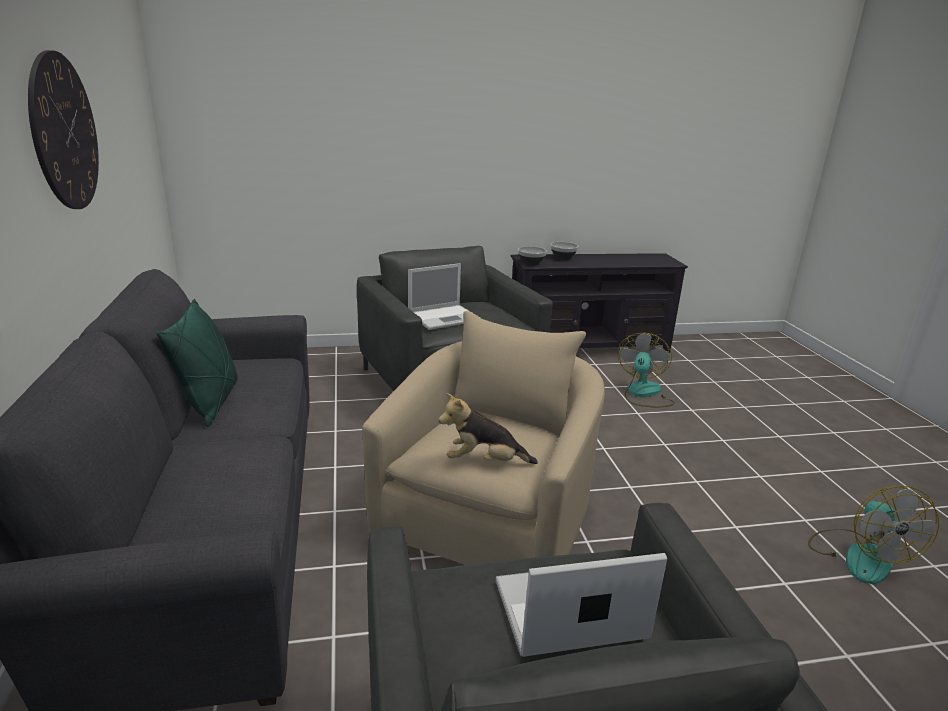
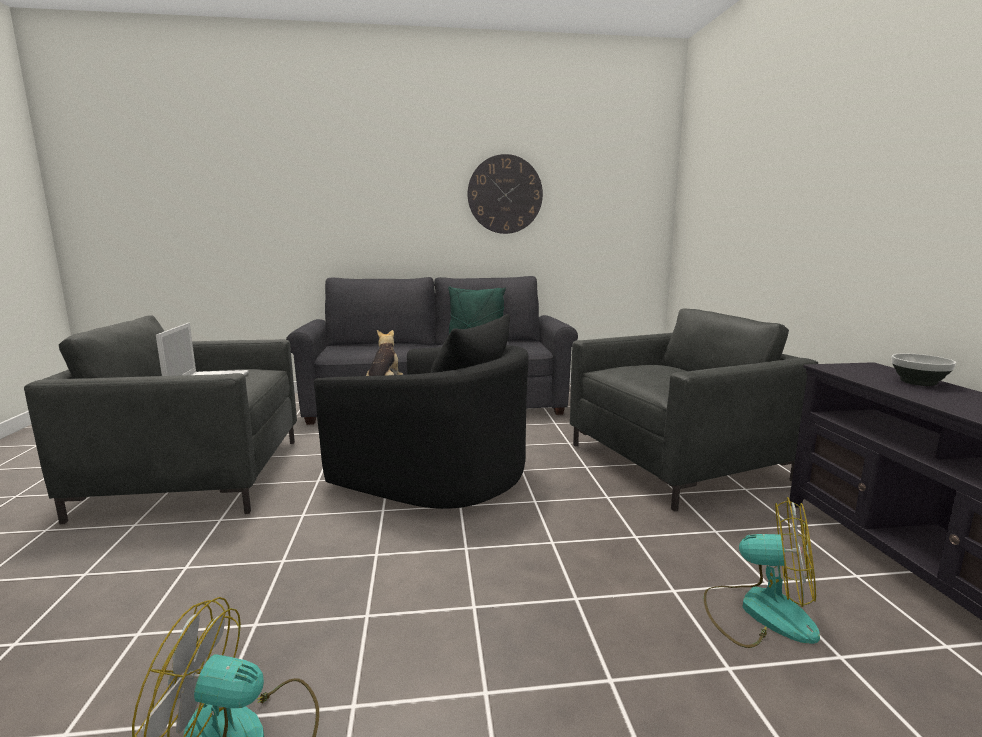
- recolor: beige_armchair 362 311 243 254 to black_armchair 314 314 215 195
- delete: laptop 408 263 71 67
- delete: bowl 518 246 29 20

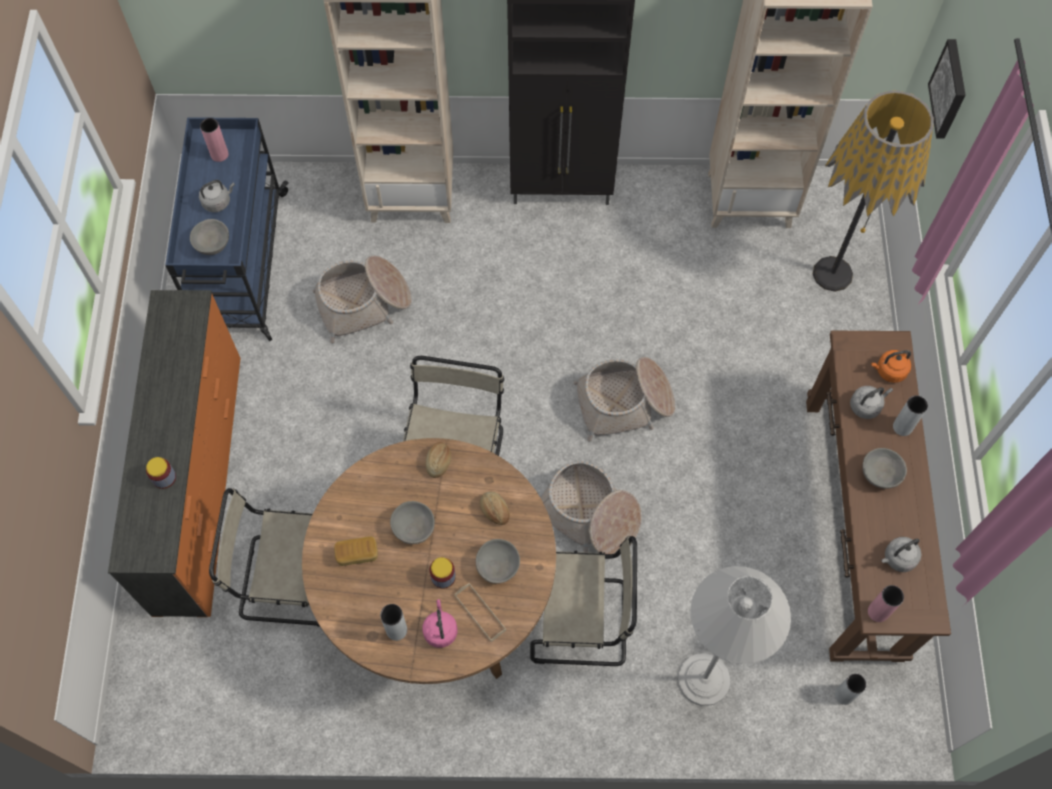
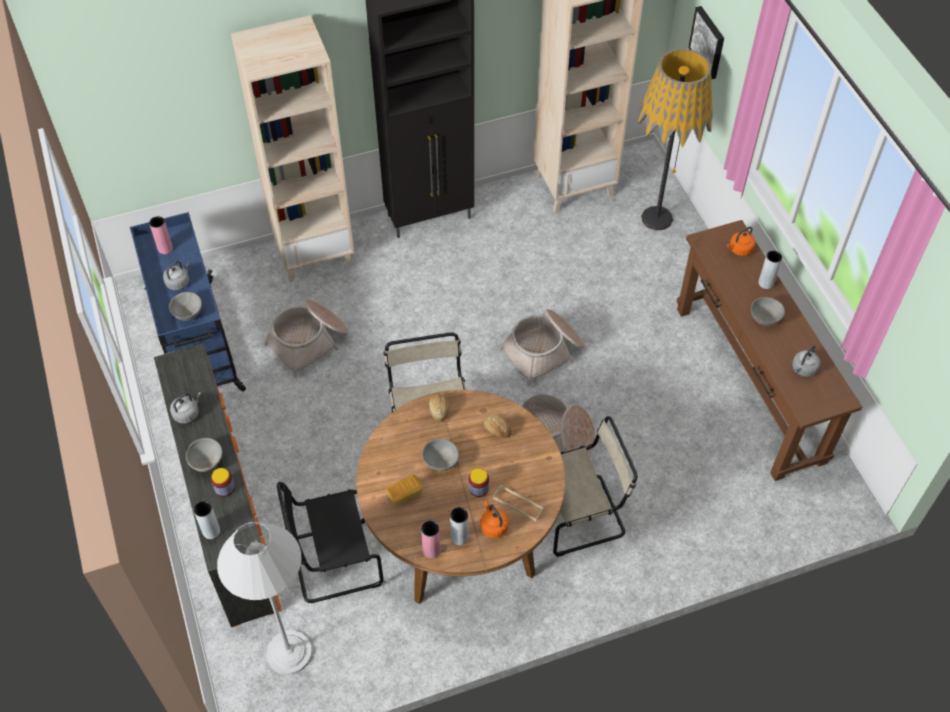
- move: grey_kettle 850 386 43 33 to 170 392 31 32
- move: grey_bowl 476 539 44 45 to 186 438 36 34
- move: grey_vase 835 674 32 31 to 194 501 26 38
- move: white_floor_lamp 678 566 113 140 to 217 522 95 153
- recolor: beige_chair 209 488 110 138 to black_chair 277 482 107 121
- move: pink_vase 868 585 36 37 to 421 520 20 39
- recolor: pink_kettle 422 599 36 49 to orange_kettle 480 500 29 38

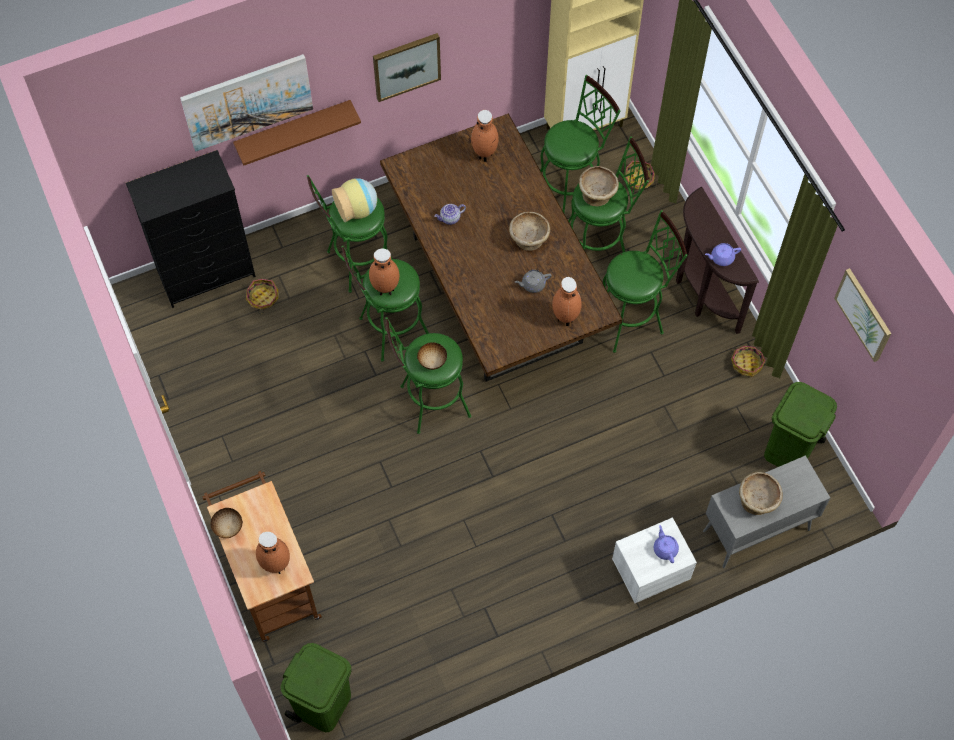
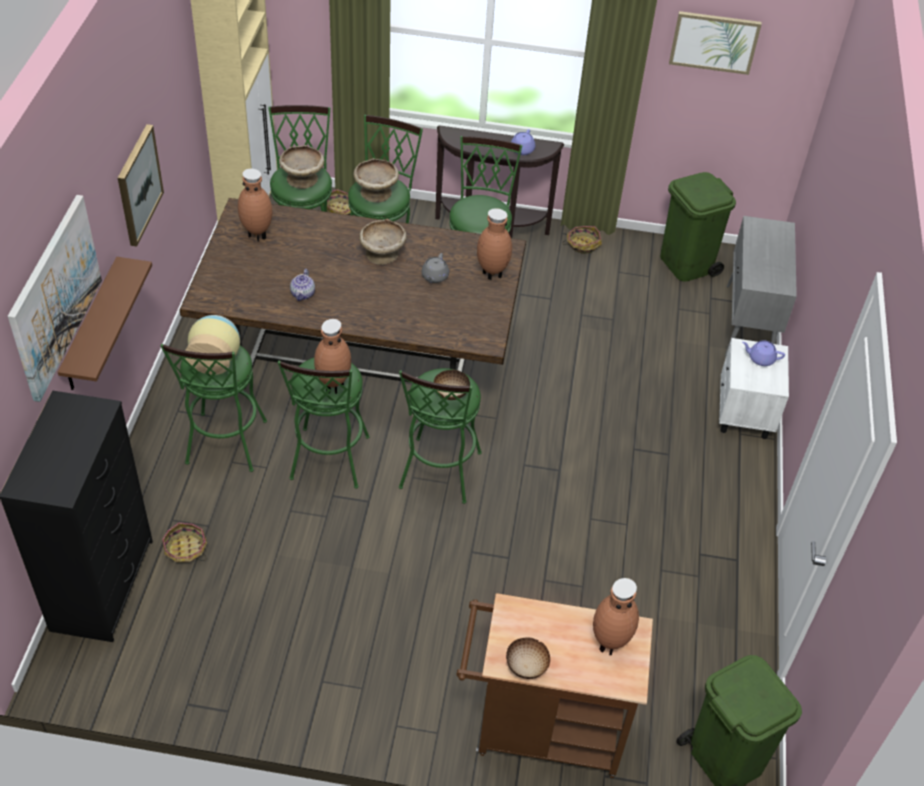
- move: beige_bowl 739 472 44 43 to 279 145 46 44

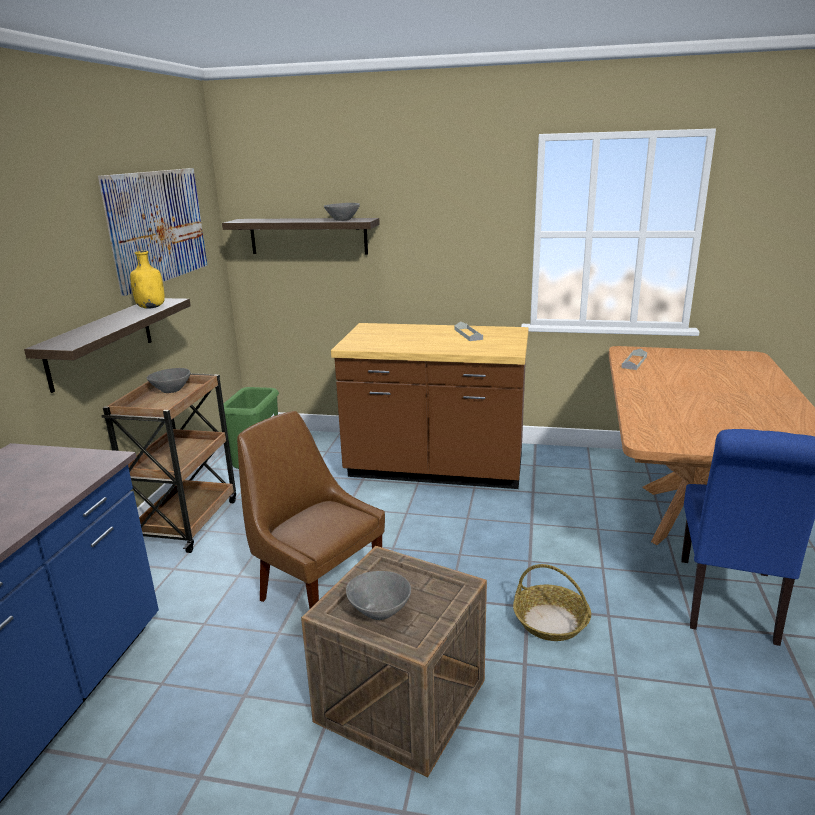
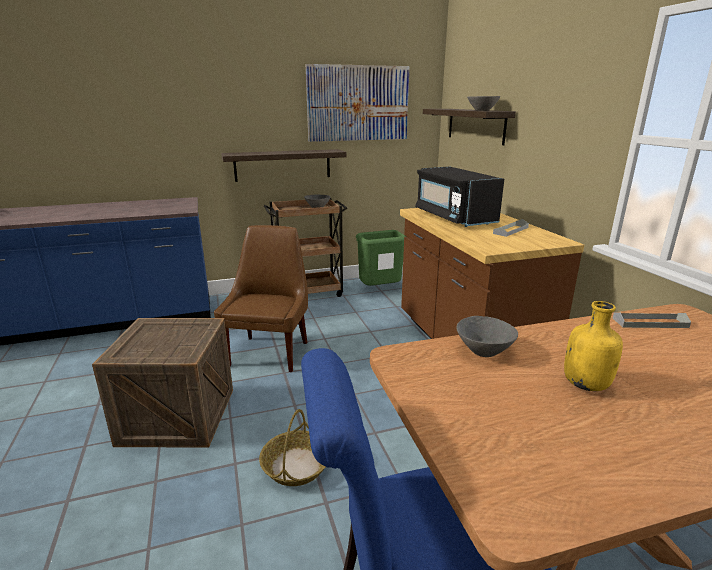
- insert: black_microwave 415 167 89 60
- move: grey_bowl 346 571 65 49 to 456 316 62 41
- move: yellow_bottle 130 251 35 58 to 564 301 59 90

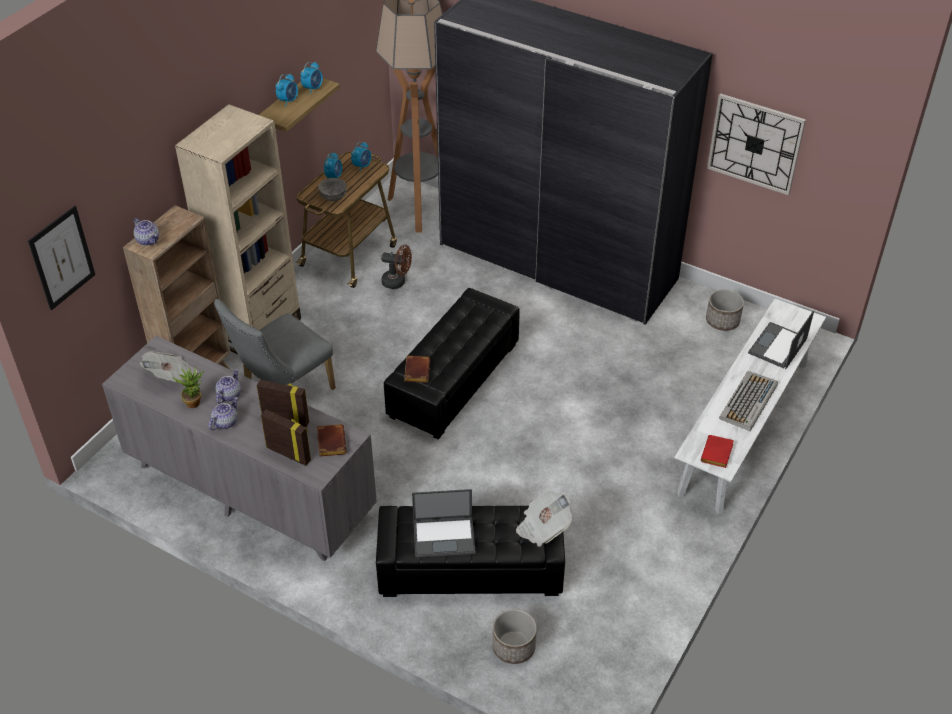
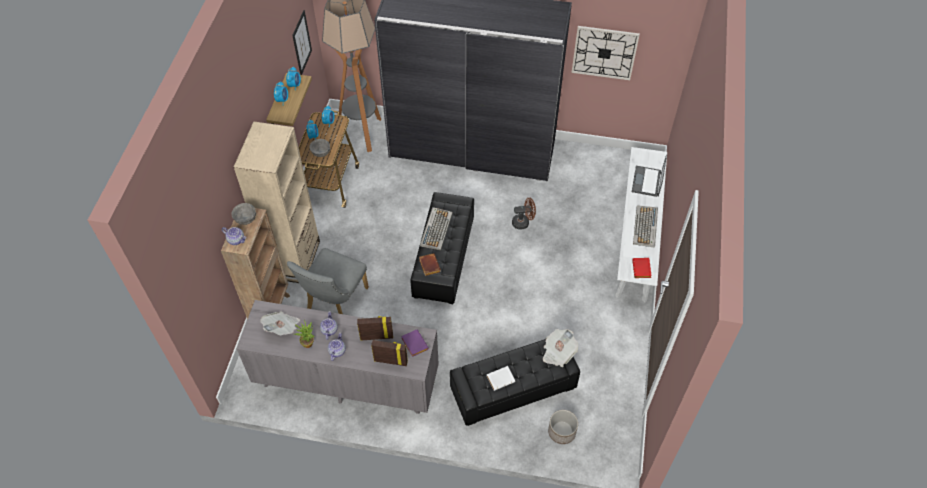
- insert: grey_bowl 231 203 25 22
- move: picture 28 206 67 105 to 292 10 20 65
- recolor: brown_book 317 424 30 33 to purple_book 401 329 28 28
- insert: keyboard 420 207 33 44
- replace: laptop 412 489 63 69 to white_book 487 366 28 25
- move: brown_fan 381 244 31 45 to 512 198 24 32
- delete: planter 706 289 38 42

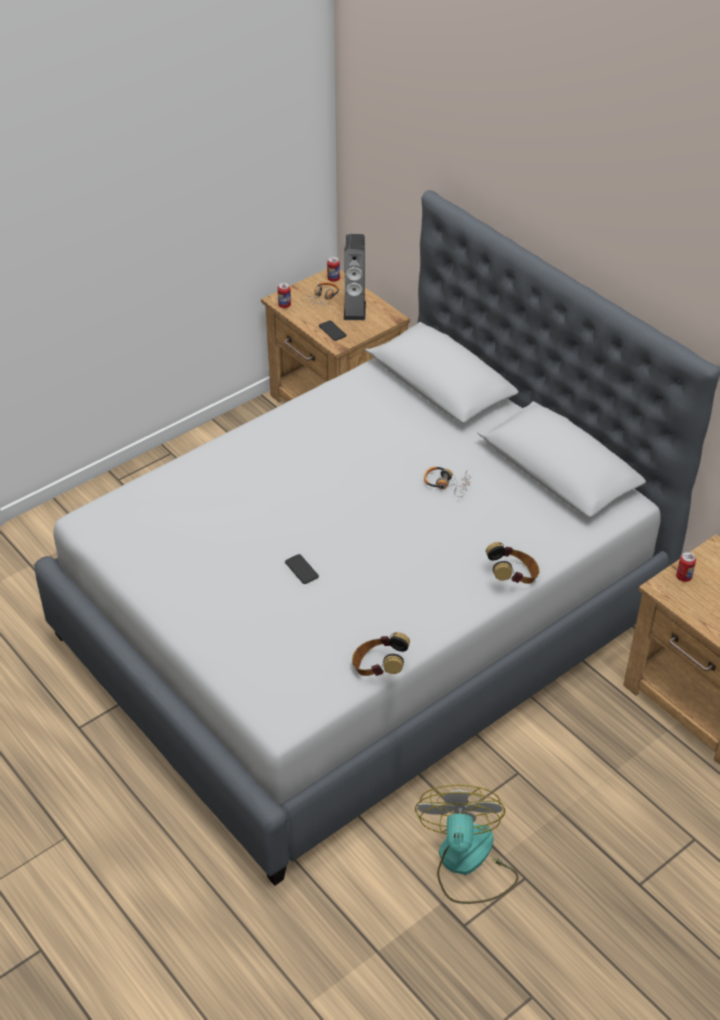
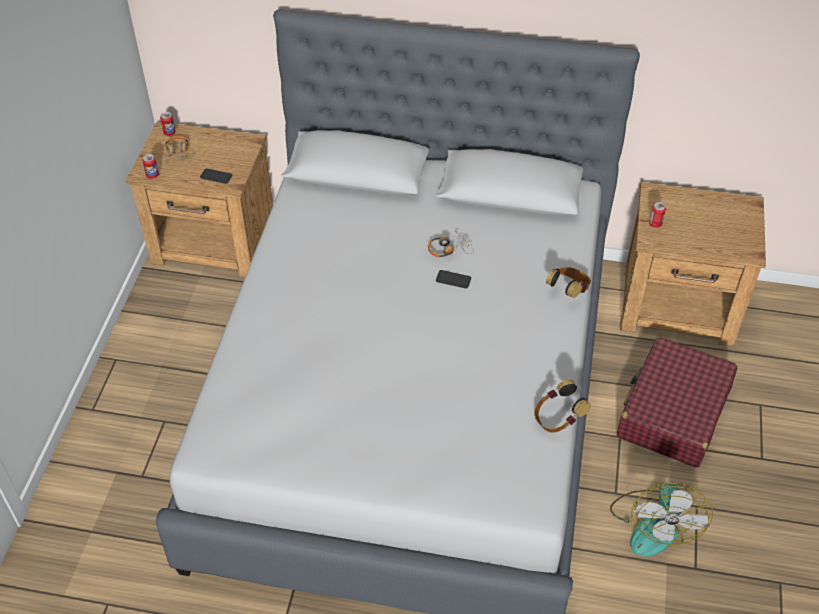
- move: phone 285 554 34 30 to 436 270 35 18
- rotate: fan 415 785 104 119 = 610 483 103 74 135 degrees counterclockwise
- insert: red_suitcase 617 337 121 131
- delete: speaker 344 234 22 86

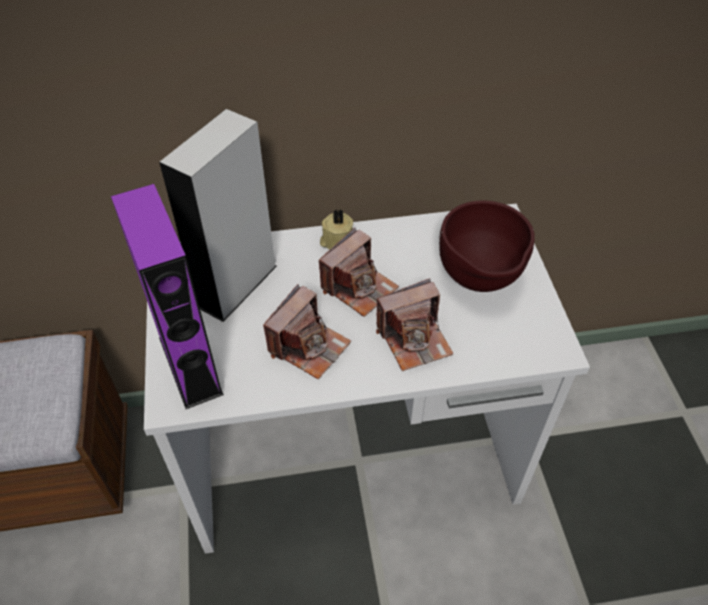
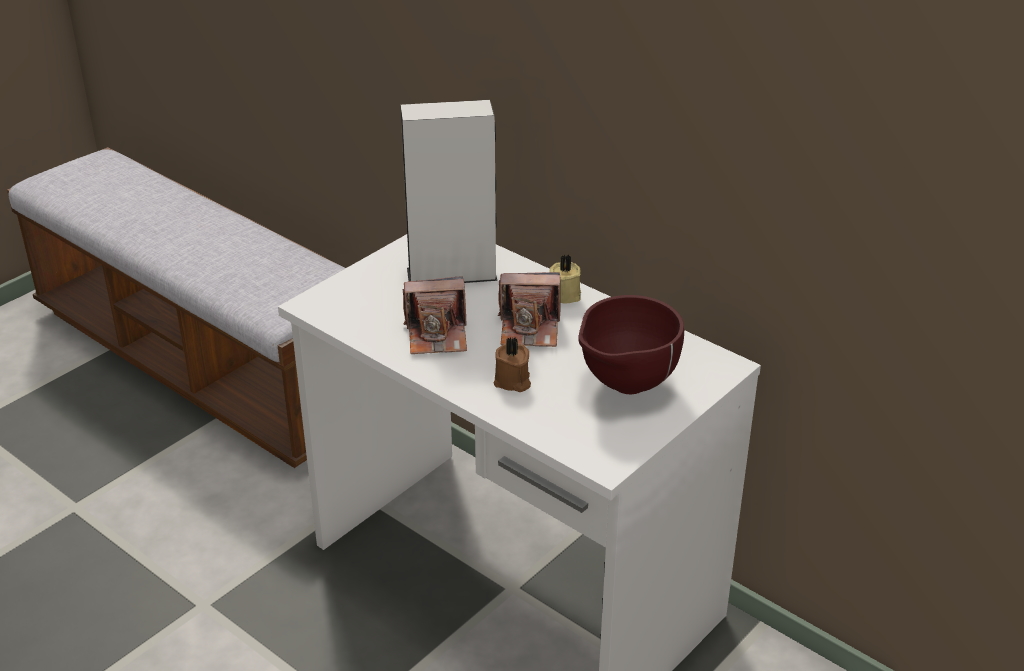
- replace: photo_camera 376 279 78 92 to brown_candle 494 337 37 55
- delete: purple_speaker 111 184 113 225

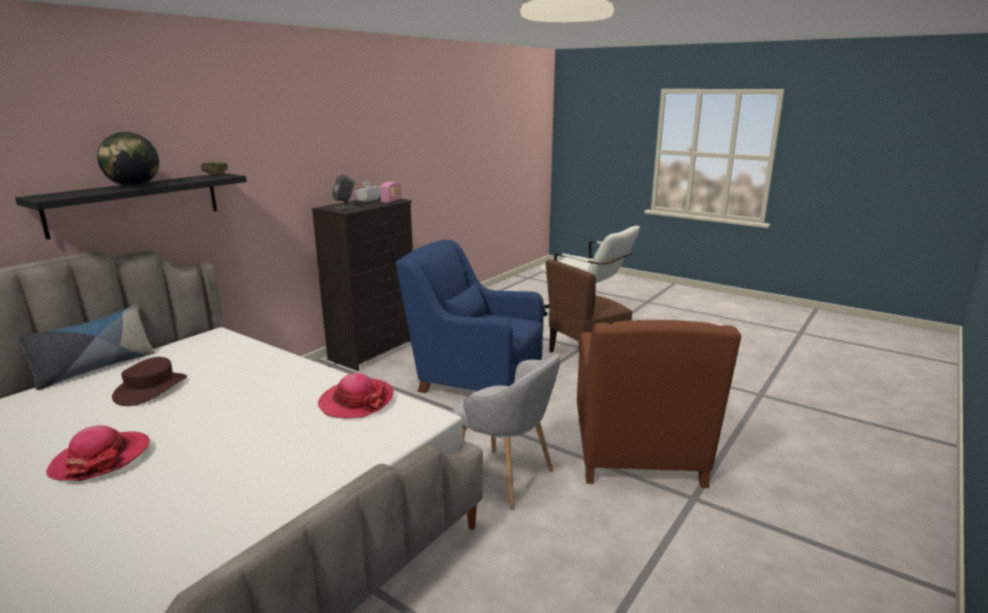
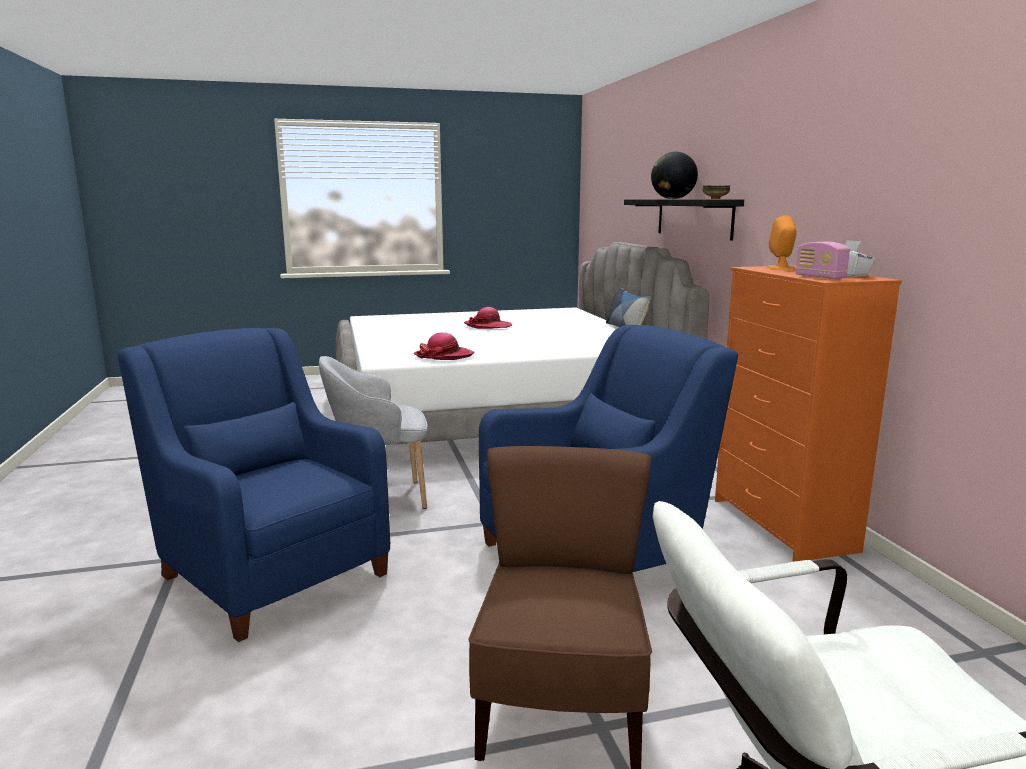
- recolor: brown_armchair 577 320 164 168 to blue_armchair 118 328 272 314
- recolor: black_dresser 312 196 101 175 to orange_dresser 715 266 187 296
- recolor: grey_speaker 332 174 24 36 to orange_speaker 767 215 30 55
- delete: brown_hat 112 357 75 49

